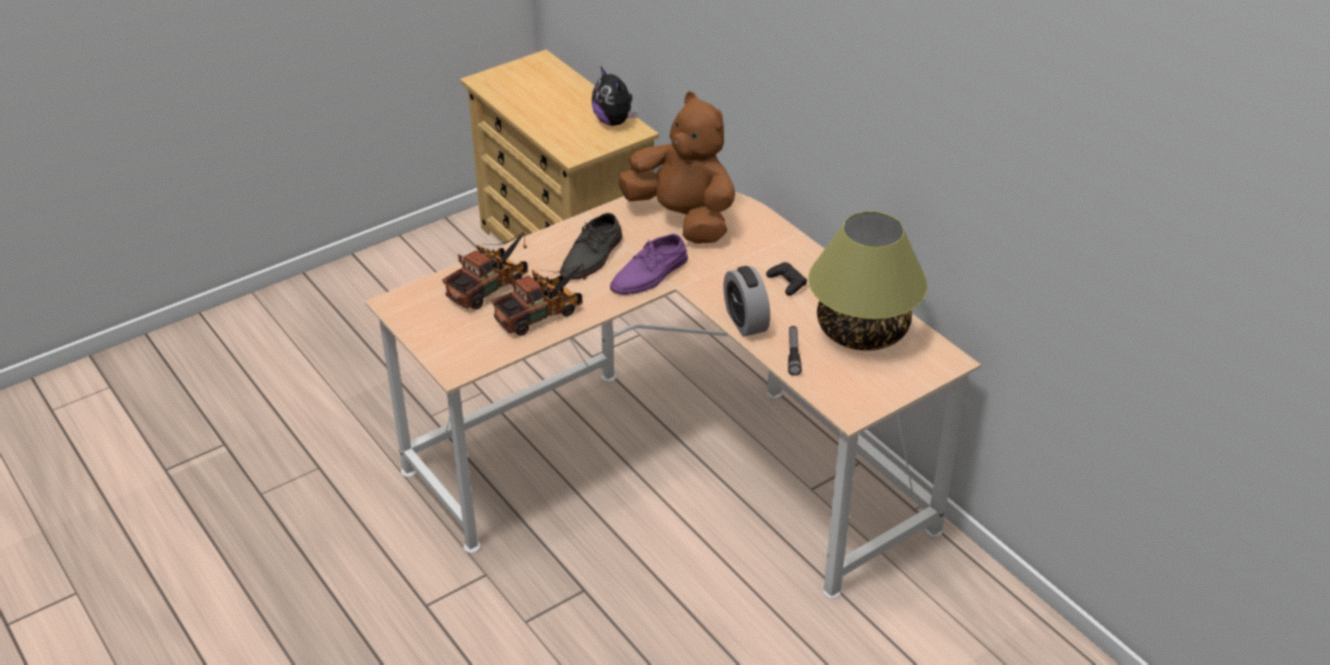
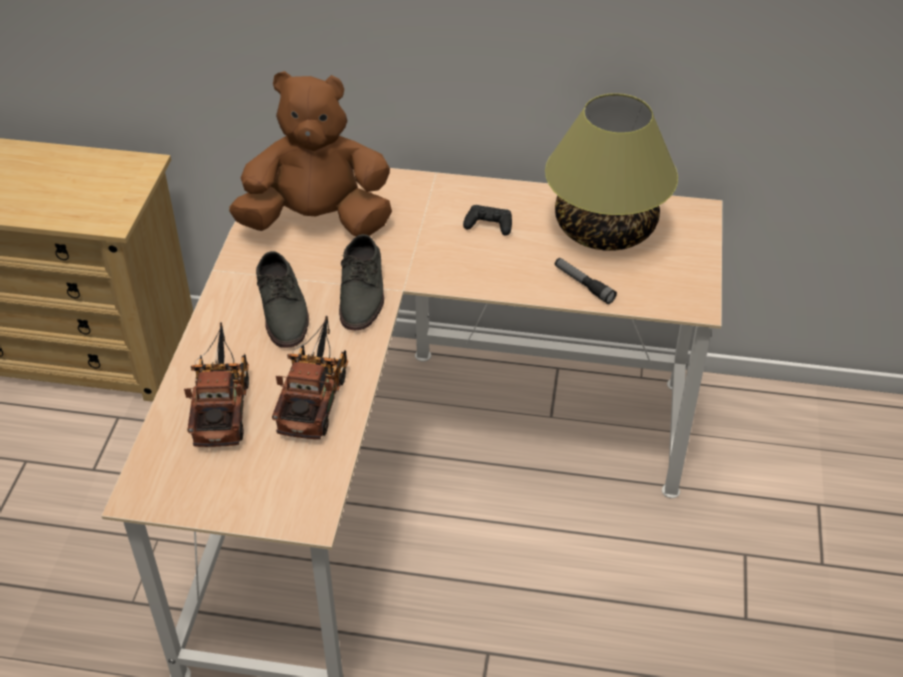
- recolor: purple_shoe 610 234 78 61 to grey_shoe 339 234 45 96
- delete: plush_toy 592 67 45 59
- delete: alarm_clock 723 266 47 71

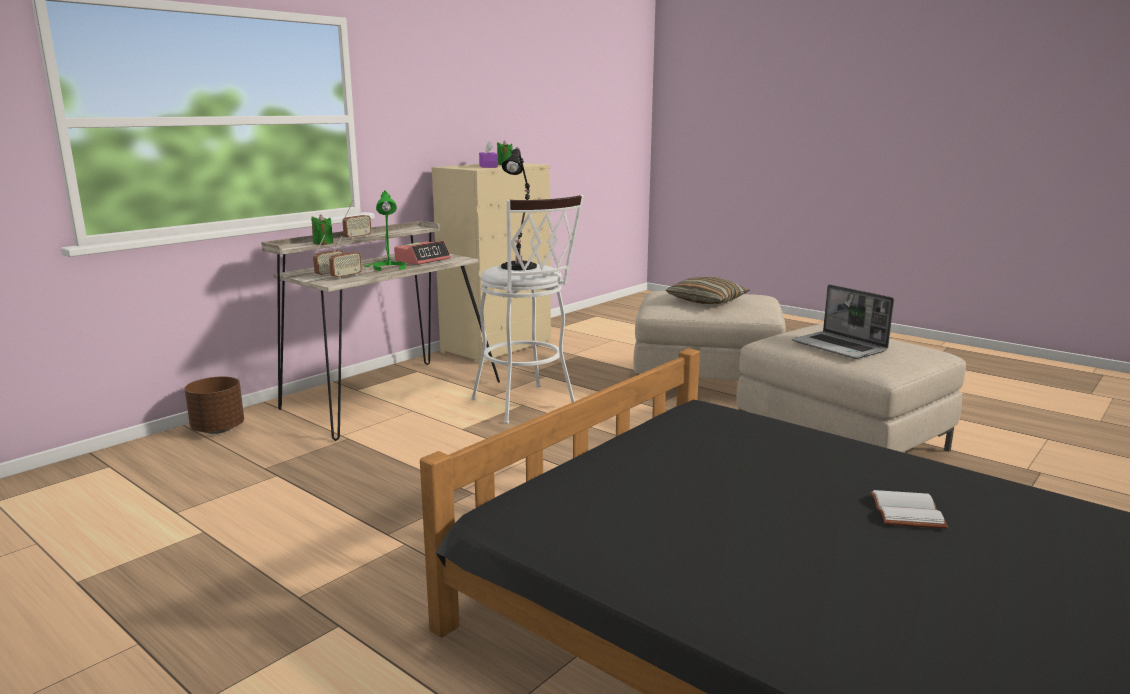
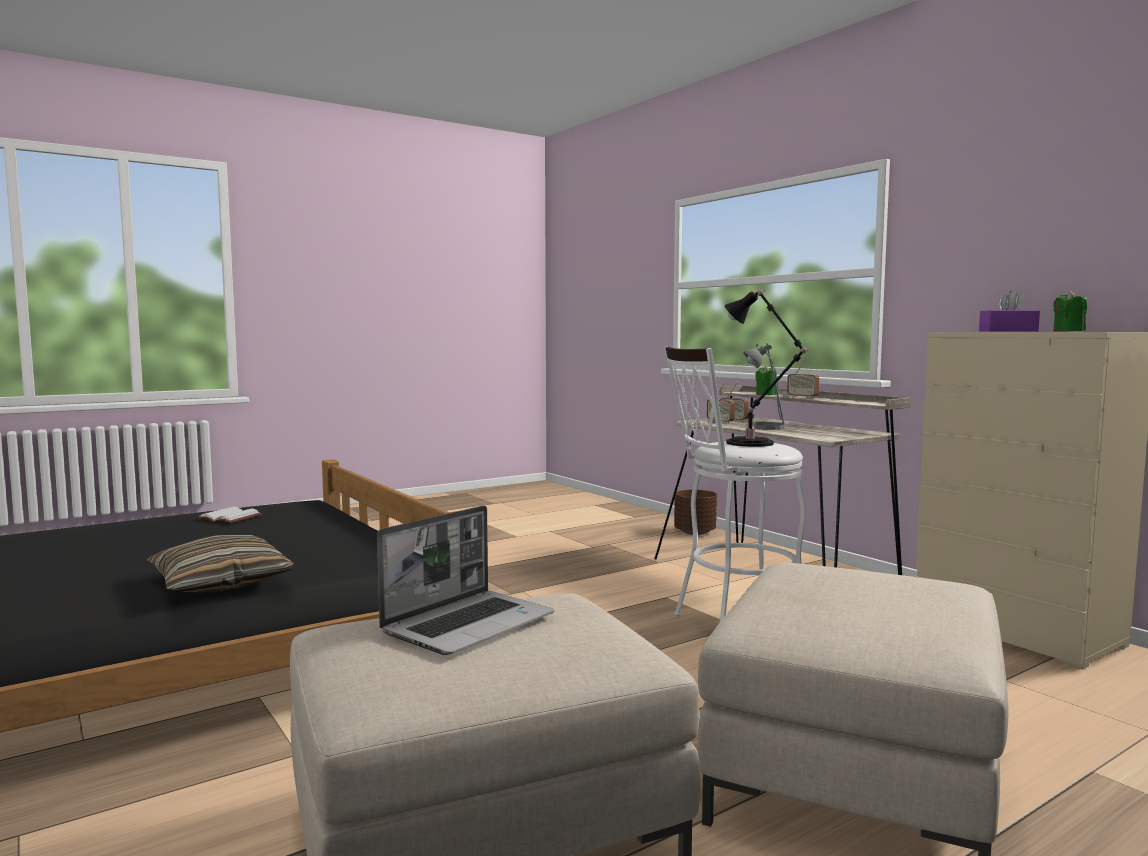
- move: pillow 666 277 84 27 to 147 535 147 57
- move: white_book 870 490 78 39 to 196 507 66 16
- rotate: laptop 792 284 102 75 = 377 505 177 150 150 degrees clockwise
- recolor: green_table_lamp 365 191 41 80 to grey_table_lamp 744 343 41 87
- delete: alarm_clock 394 241 57 24

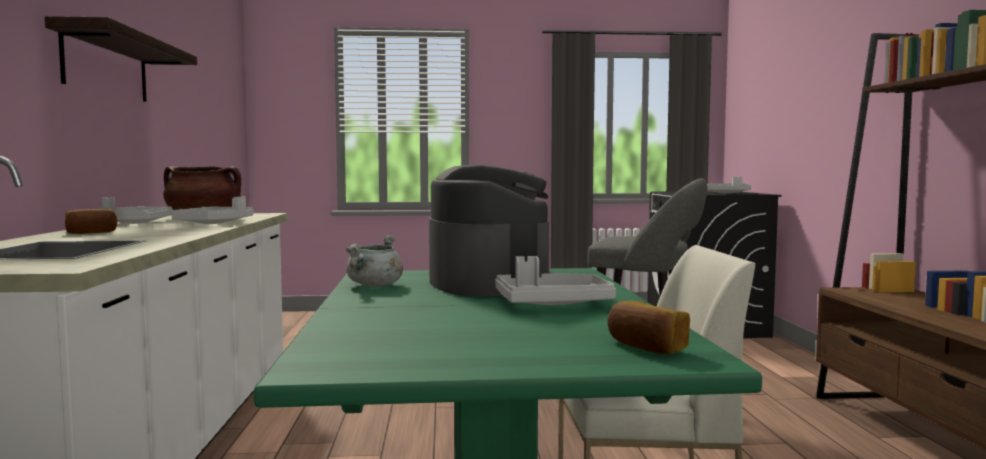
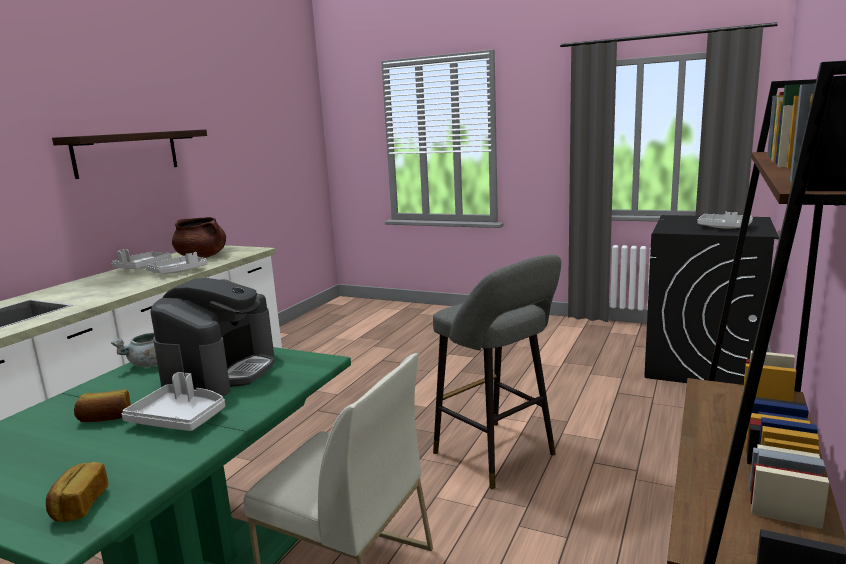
- move: bread 65 209 52 25 to 74 389 57 33

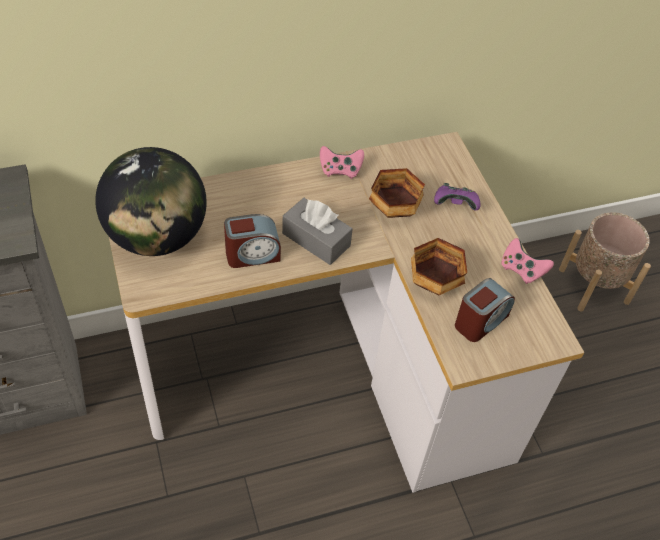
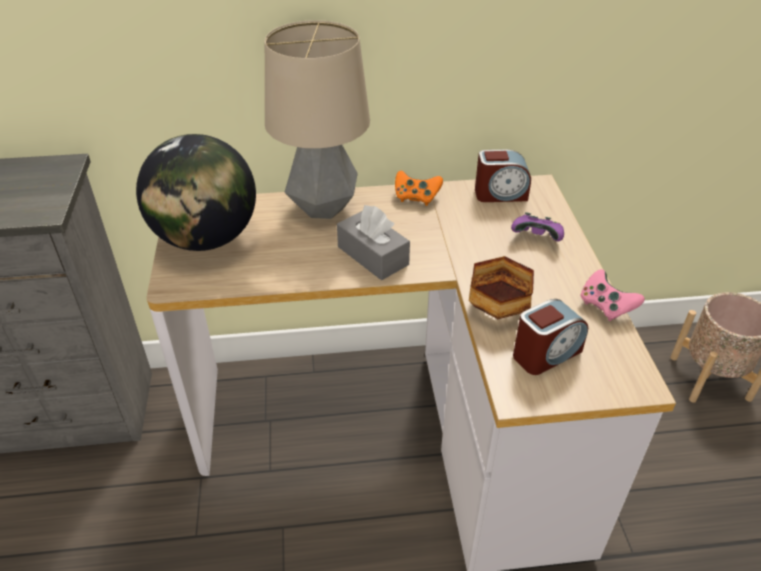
- insert: table_lamp 265 20 105 199
- recolor: pink_game_controller 320 146 44 33 to orange_game_controller 395 171 48 35
- move: alarm_clock 224 214 57 54 to 475 149 56 53
- delete: bowl 369 168 56 50

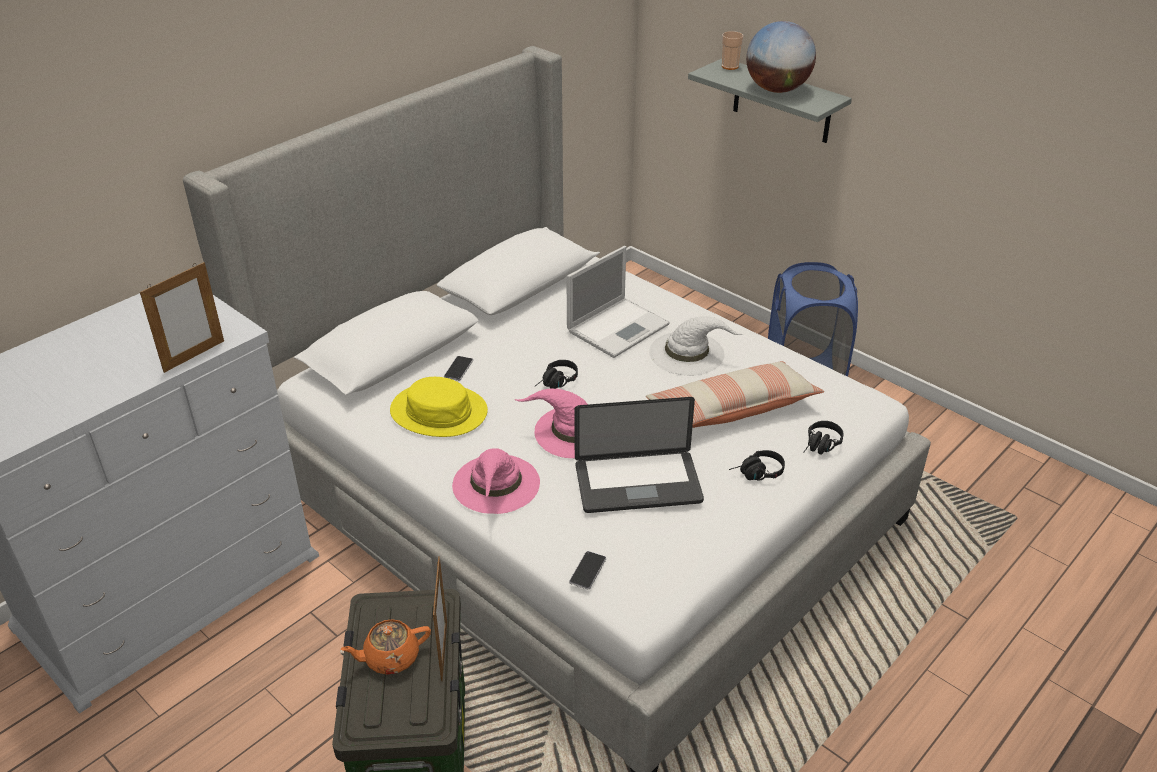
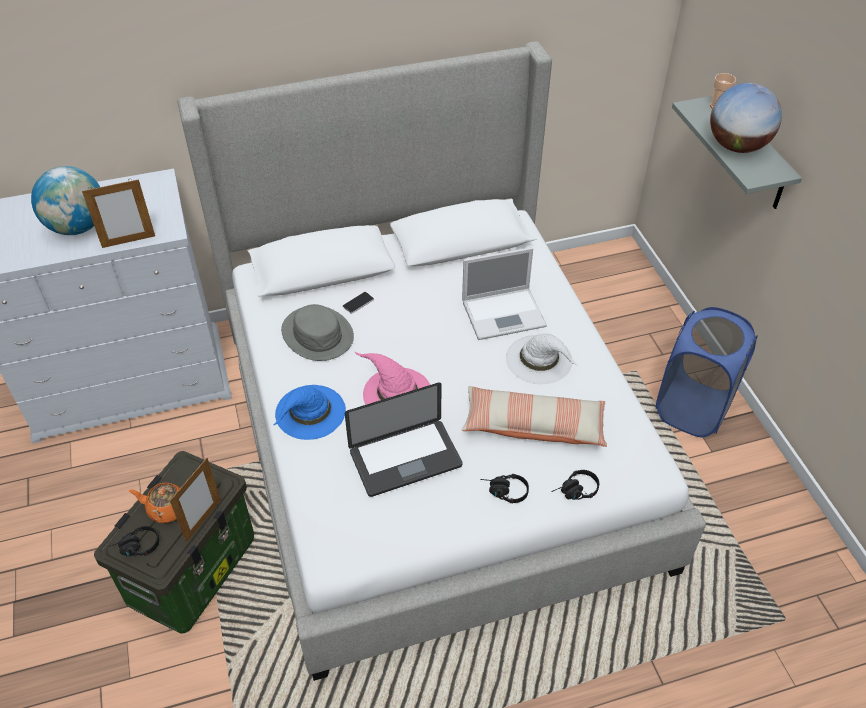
- insert: globe 31 166 69 69
- move: black_headphones 535 360 43 29 to 108 526 51 30
- recolor: pink_hat 452 448 88 66 to blue_hat 274 385 72 55
- recolor: yellow_hat 390 377 98 60 to grey_hat 281 304 73 57
- rotate: laptop 575 397 129 116 = 345 383 118 114 45 degrees counterclockwise
- delete: phone 569 551 37 38

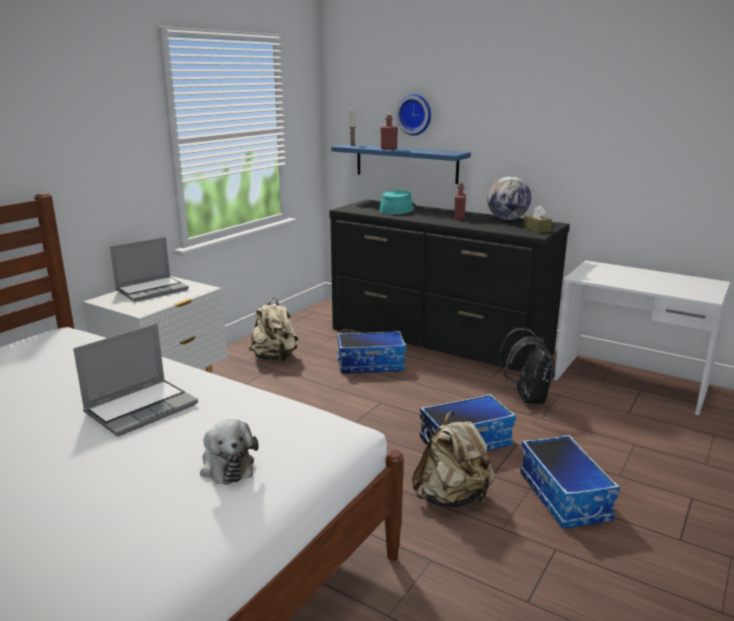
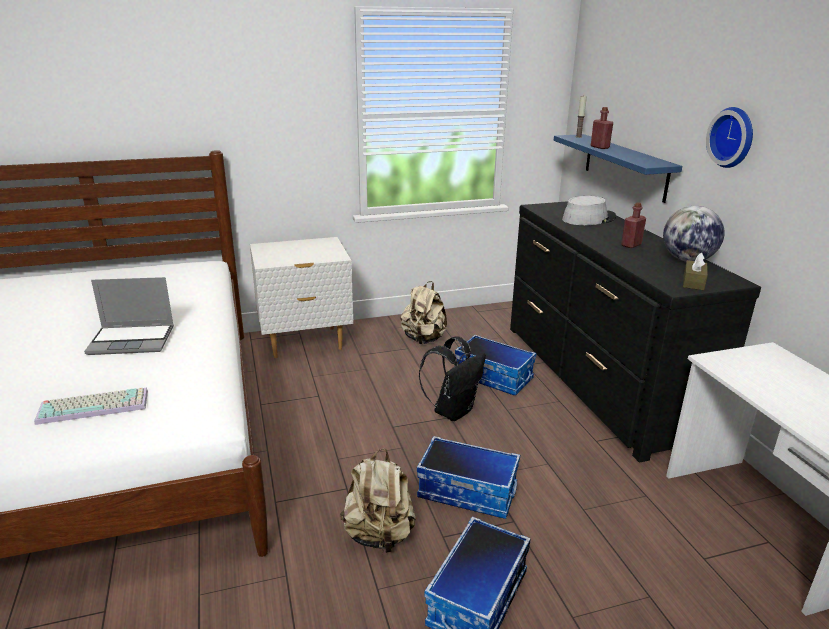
- replace: plush_toy 200 419 59 66 to keyboard 34 387 114 38
- move: black_backpack 498 328 57 76 to 419 336 67 85
- recolor: turquoise_hat 379 190 37 24 to grey_hat 562 196 54 29
- move: wall_clock 396 94 35 41 to 706 107 47 61
- delete: laptop 110 237 79 65

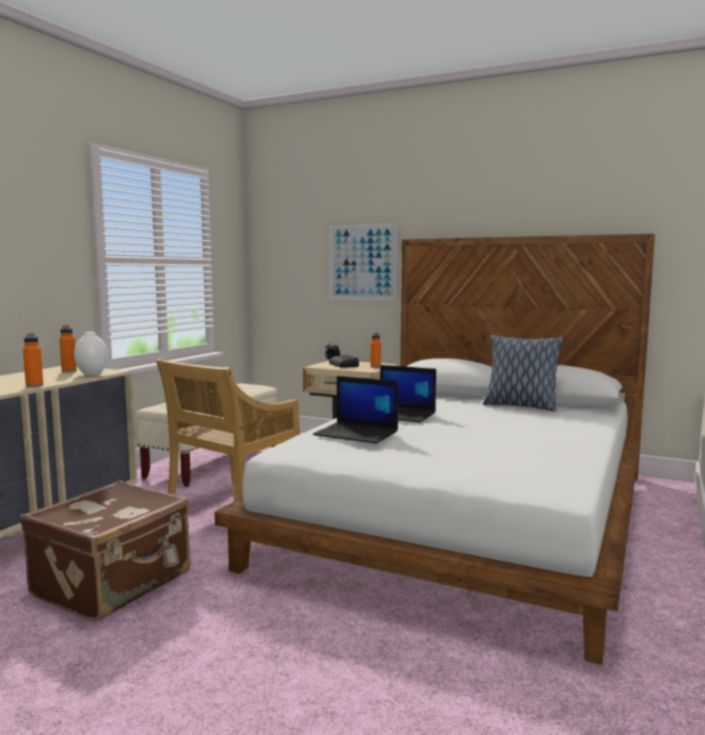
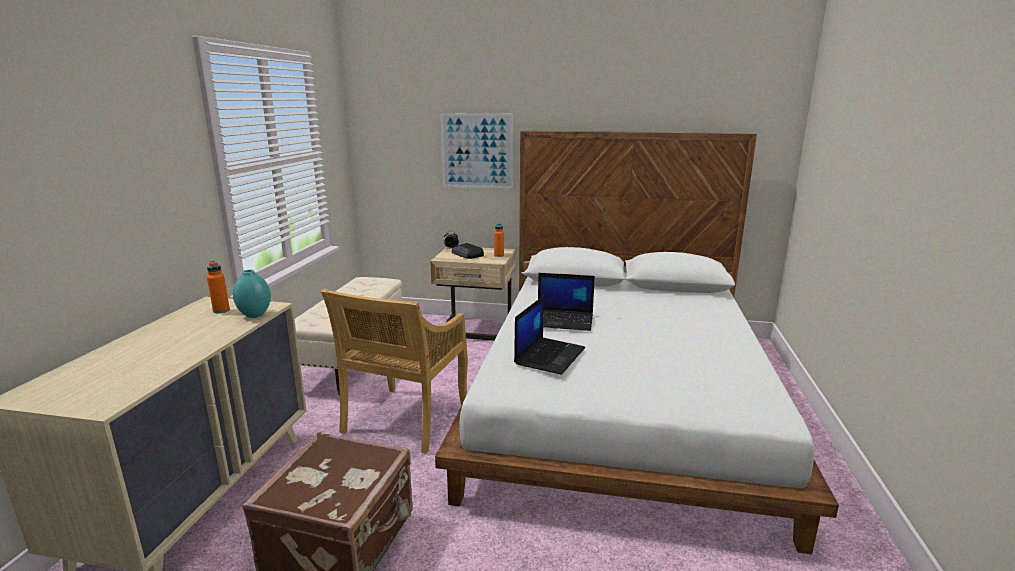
- recolor: white_vase 74 332 34 44 to turquoise_vase 233 270 38 48
- rotate: laptop 313 376 85 68 = 514 296 71 79 75 degrees counterclockwise
- delete: orange_bottle 23 332 20 55
- delete: pillow 483 335 81 77

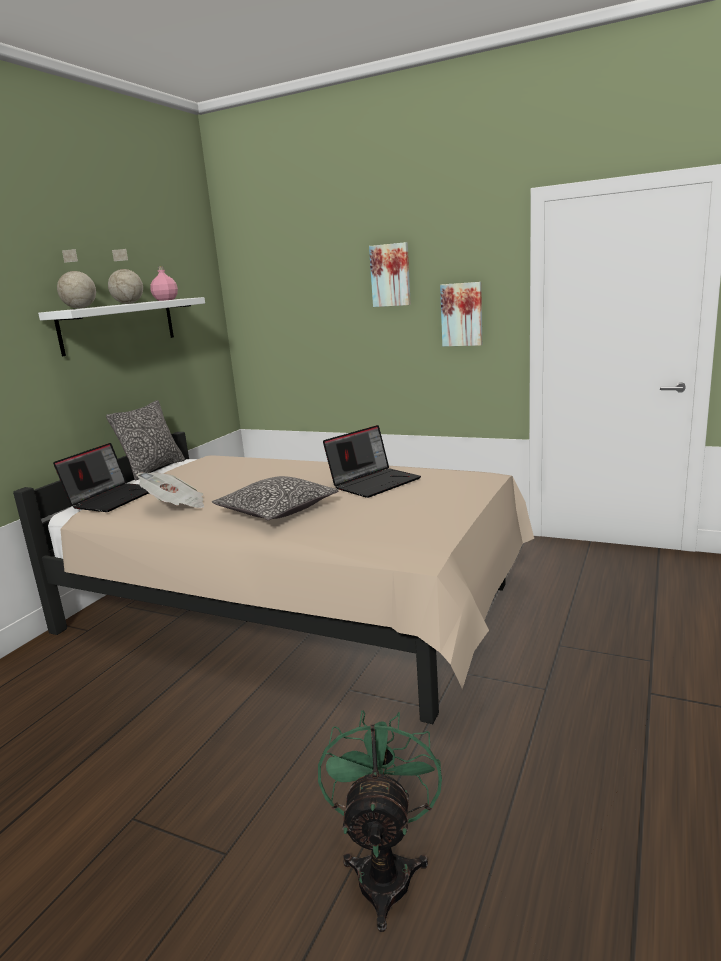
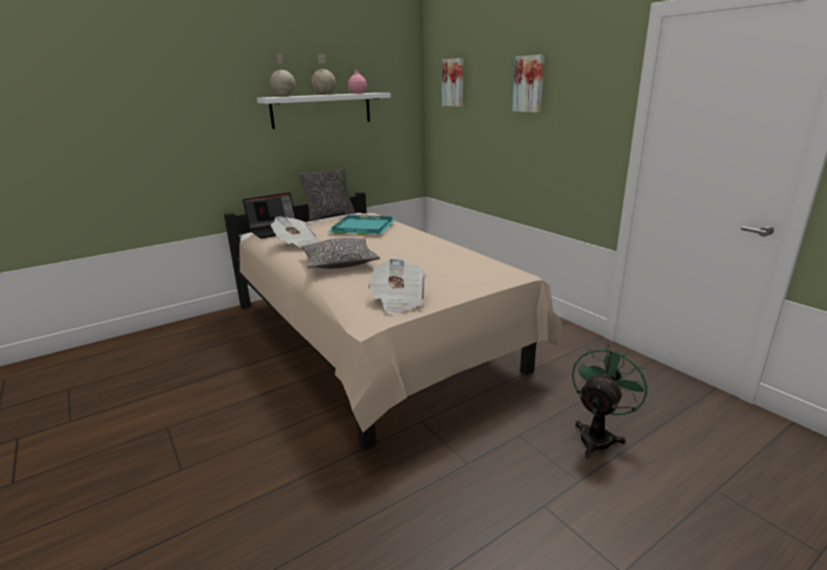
- insert: turquoise_tray 328 215 68 20
- insert: newspaper 368 258 58 57
- move: picture 440 282 42 64 to 442 58 21 49
- move: green_fan 318 710 124 222 to 572 344 77 114
- delete: laptop 323 425 98 73

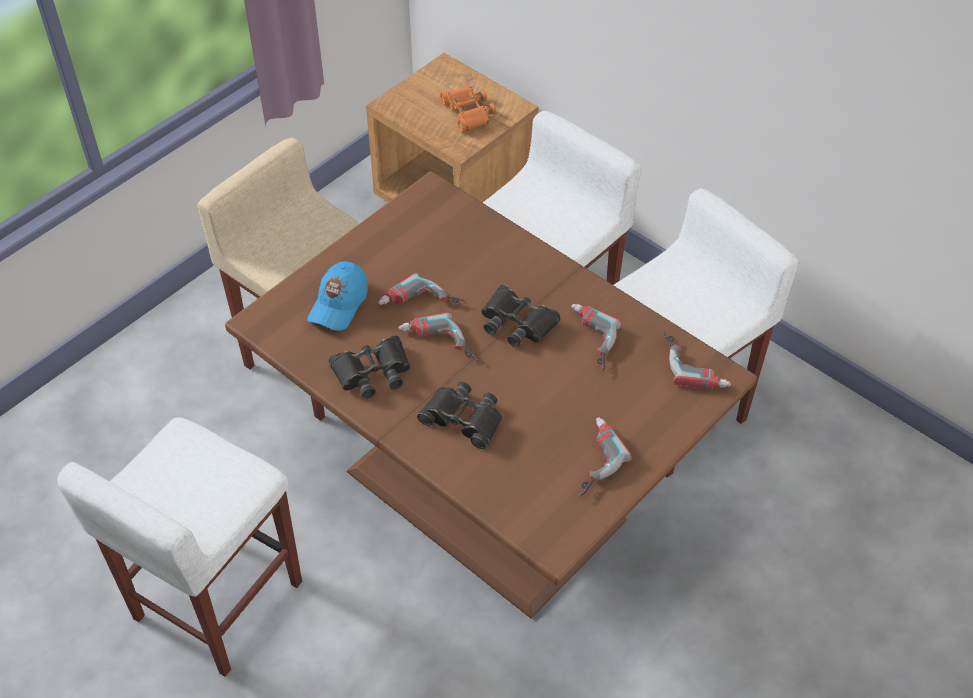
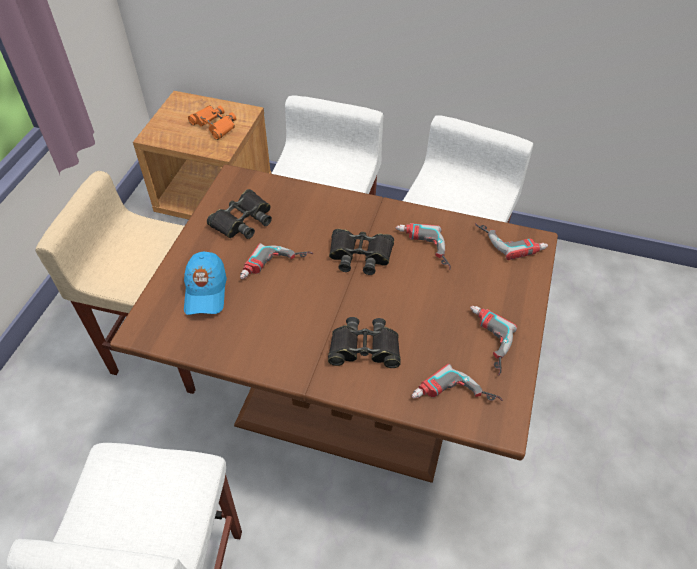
- move: black_binoculars 328 335 83 64 to 207 189 65 50
- move: power_drill 398 312 80 49 to 412 364 91 37

